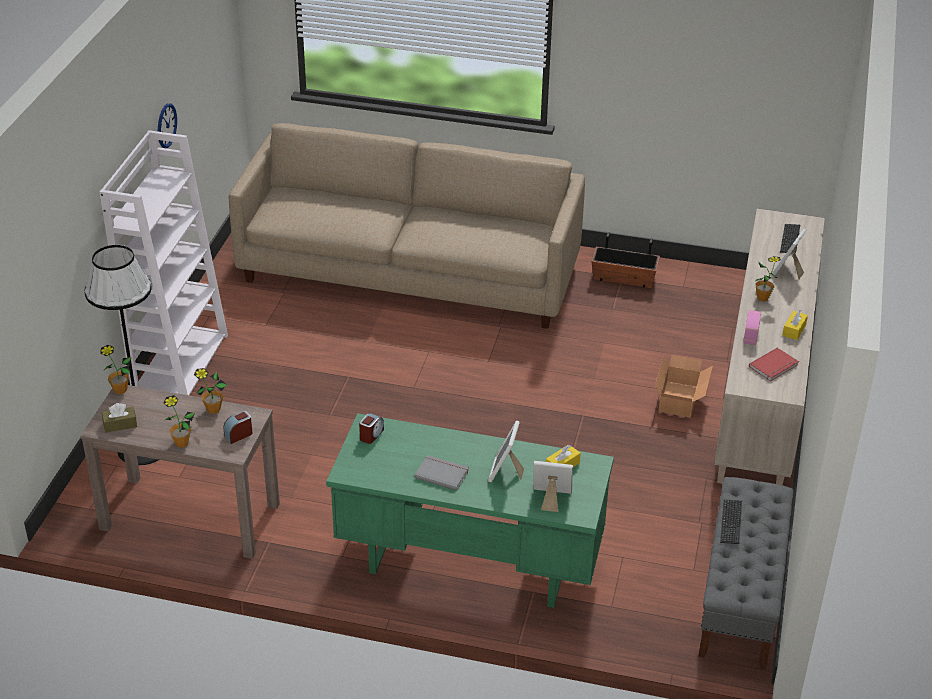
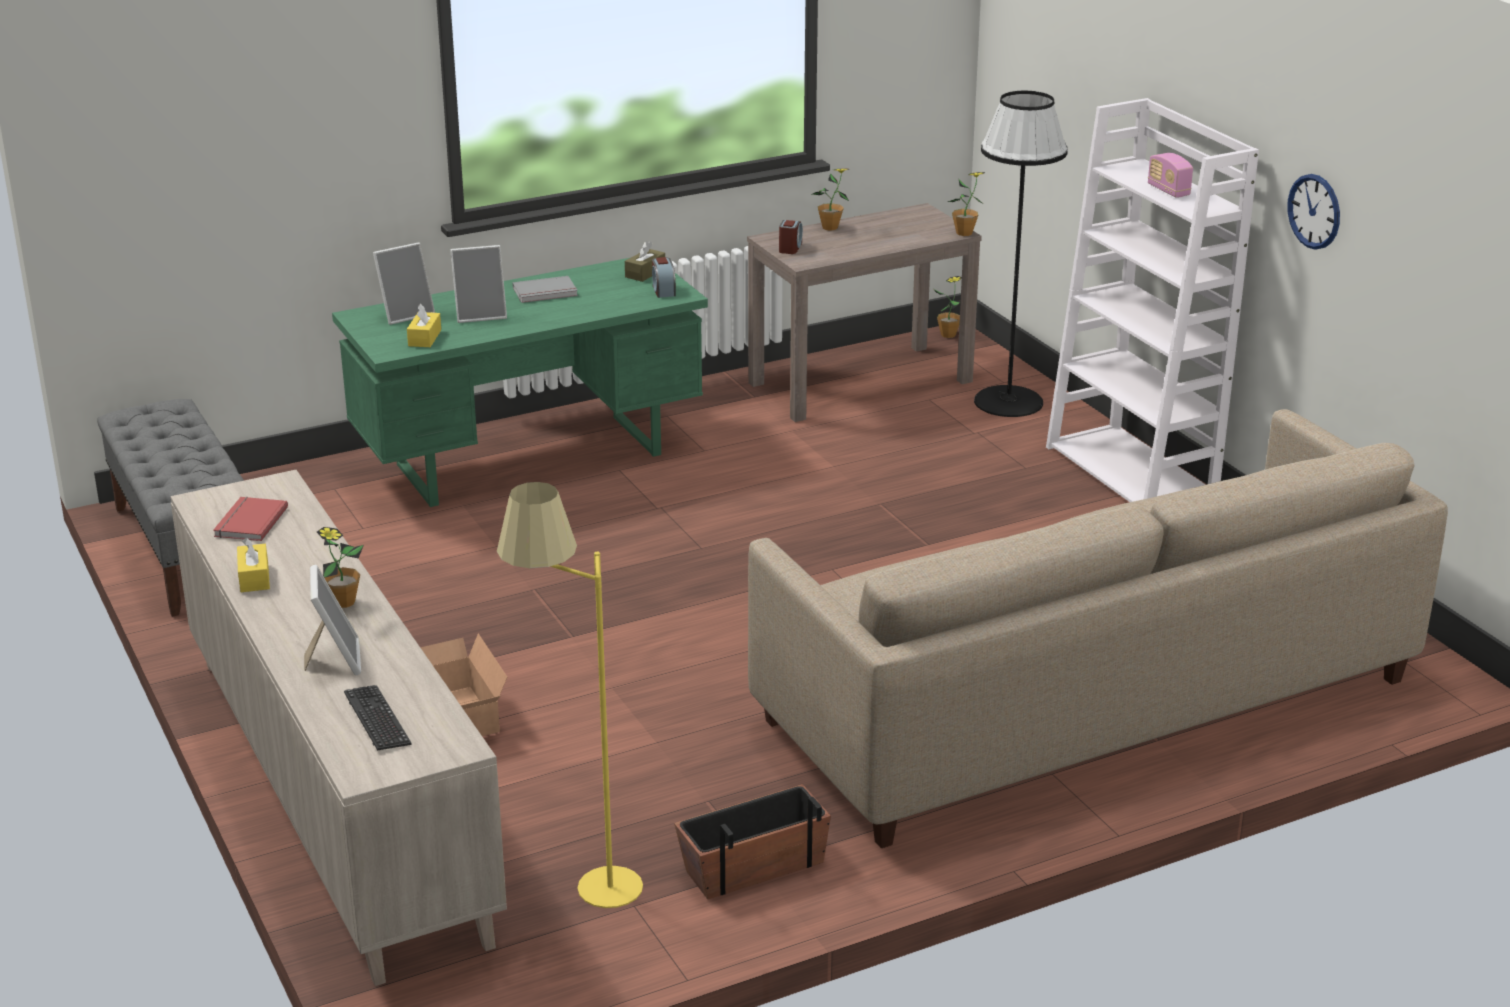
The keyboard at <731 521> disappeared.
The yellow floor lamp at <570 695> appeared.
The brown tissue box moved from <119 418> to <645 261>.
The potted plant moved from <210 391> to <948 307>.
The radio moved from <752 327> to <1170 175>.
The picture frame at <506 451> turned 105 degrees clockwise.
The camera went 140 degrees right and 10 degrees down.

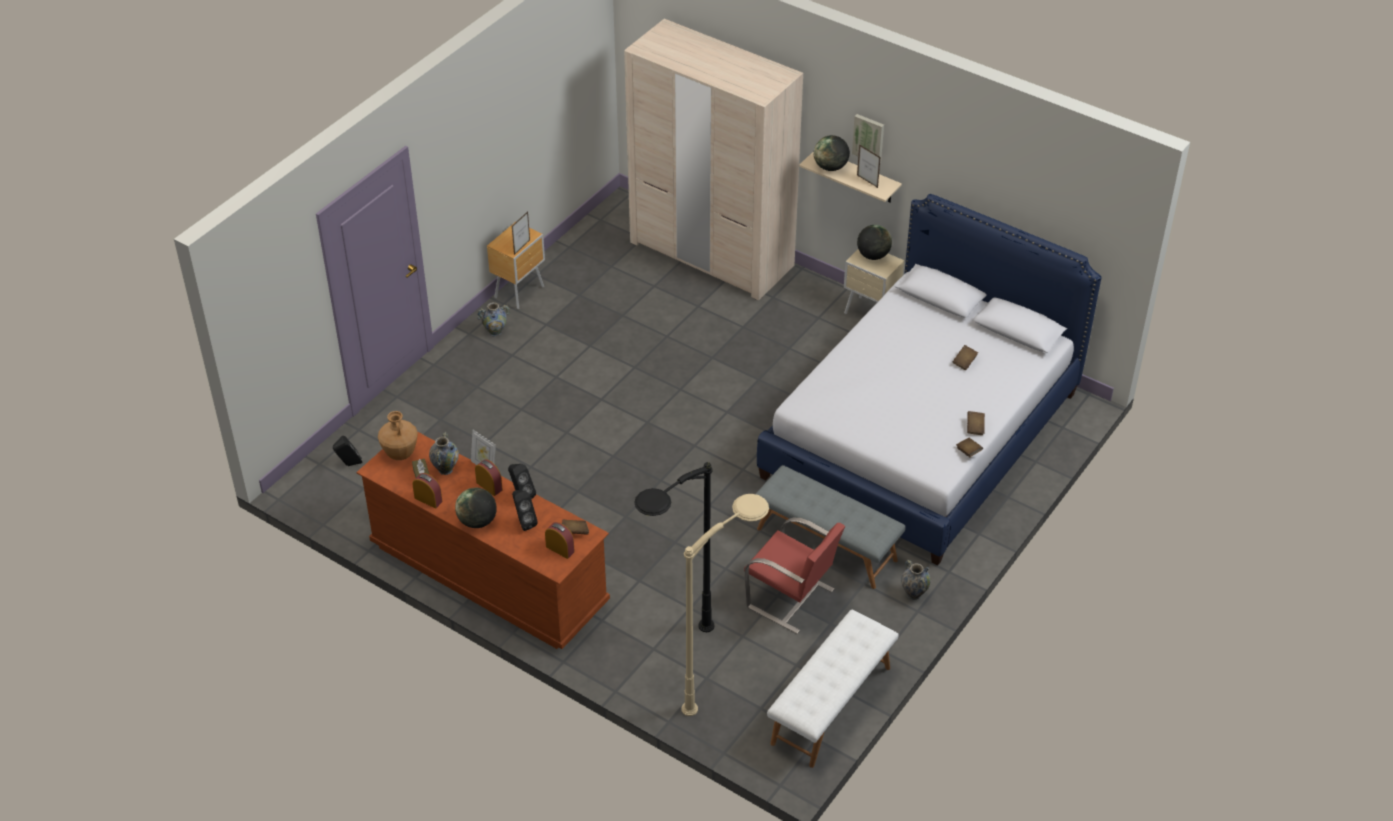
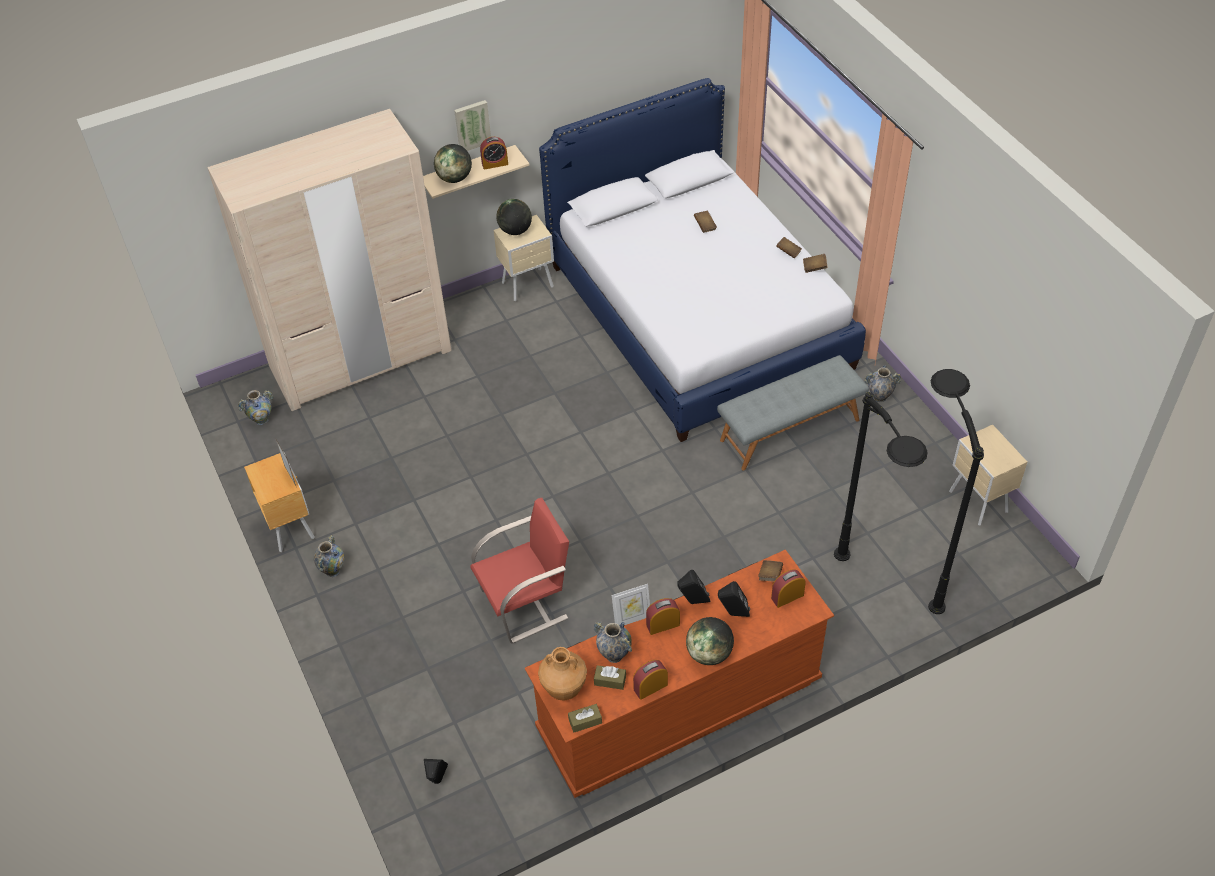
The vase at <255 407> appeared.
The brown tissue box at <585 718> appeared.
The red chair moved from <794 576> to <519 570>.
The white bench at <833 689> was replaced by the beige nightstand at <988 475>.
The picture frame at <868 166> was replaced by the alarm clock at <494 153>.
The beige floor lamp at <725 605> became the black floor lamp at <956 491>.
The camera went 60 degrees left and 5 degrees up.

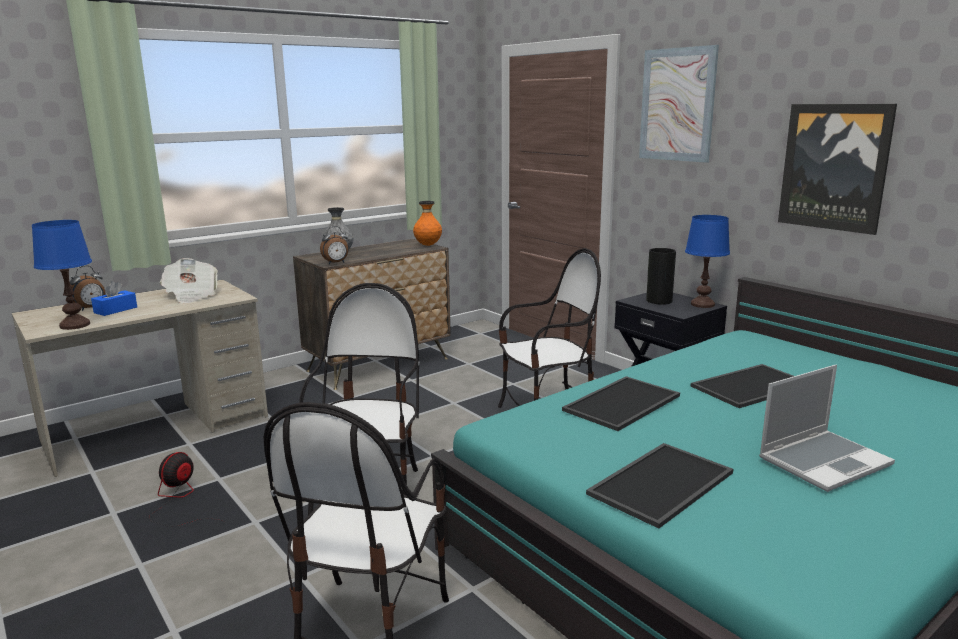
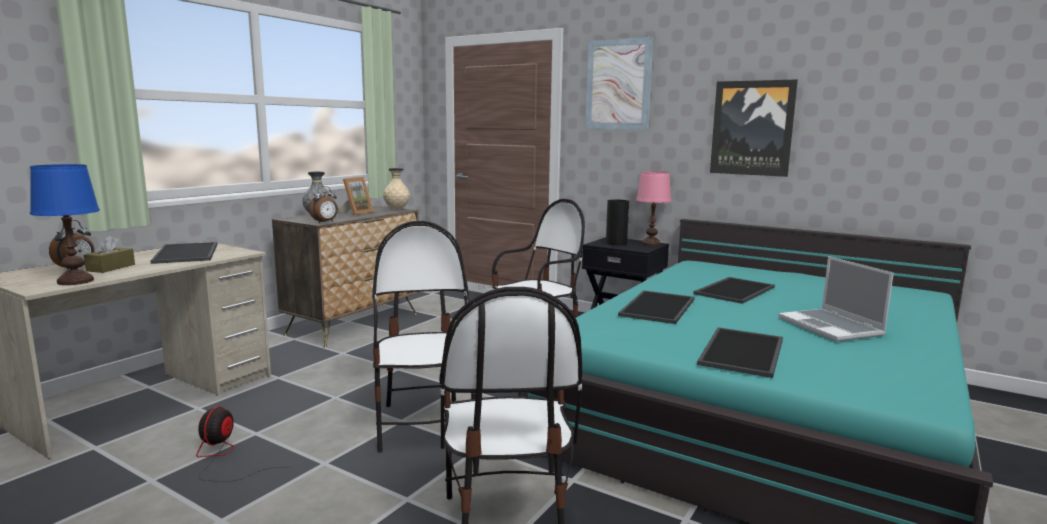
The picture frame at <356 196> appeared.
The newspaper at <189 280> was replaced by the tray at <183 253>.
The blue tissue box at <114 298> became the brown tissue box at <109 254>.
The orange vase at <427 223> became the beige vase at <396 188>.
The blue table lamp at <707 261> became the pink table lamp at <654 208>.
The laptop at <827 428> turned 120 degrees clockwise.
The camera went 20 degrees left and 5 degrees down.

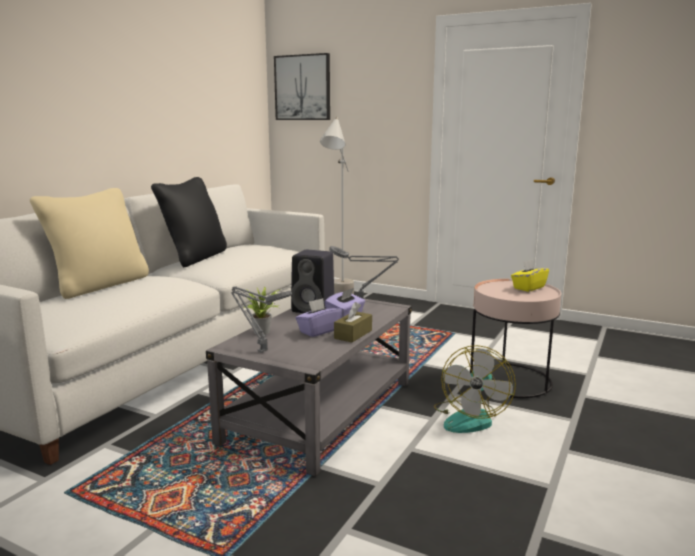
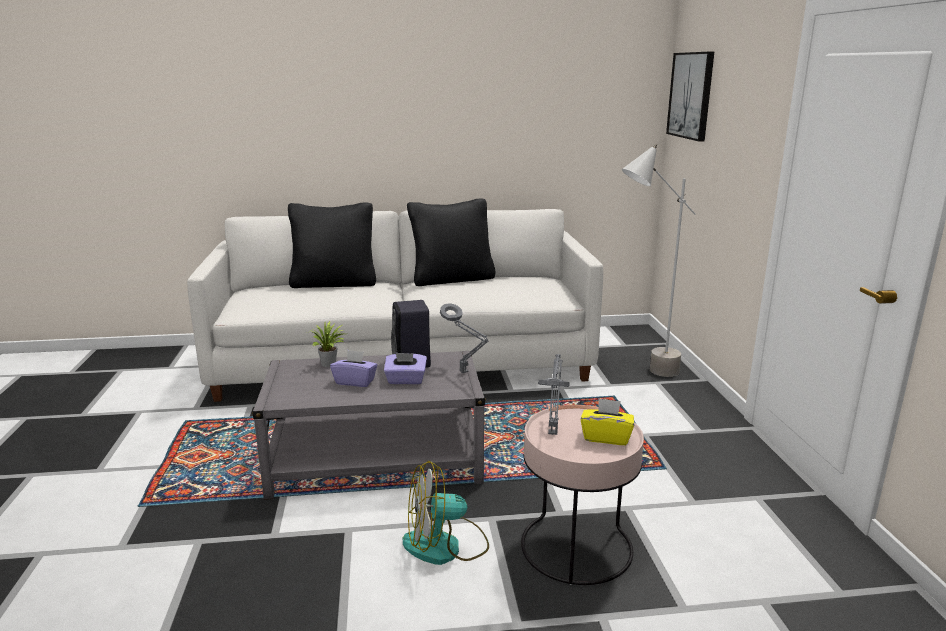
The brown tissue box at <353 322> disappeared.
The grey table lamp moved from <261 319> to <554 394>.
The beige pillow at <89 243> became the black pillow at <332 245>.
The camera went 55 degrees right and 5 degrees up.

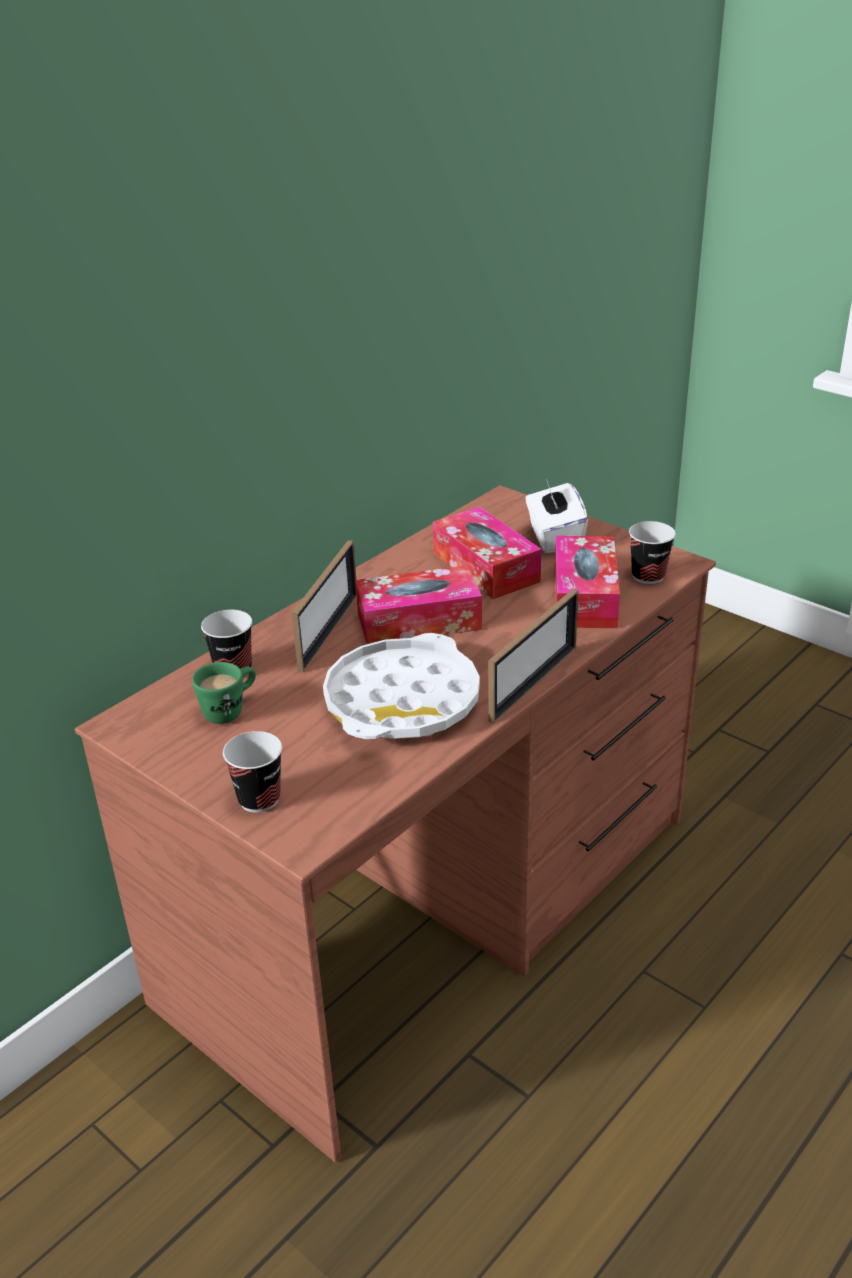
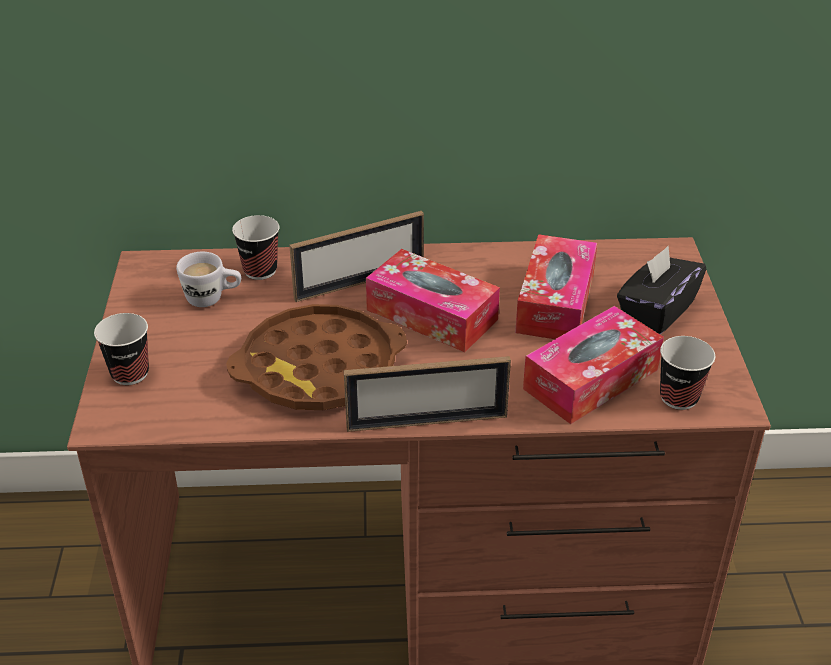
The green mug at <224 693> became the white mug at <208 279>.
The white tray at <401 686> became the brown tray at <316 357>.
The white tissue box at <556 516> became the black tissue box at <661 290>.
The camera went 45 degrees right and 5 degrees up.

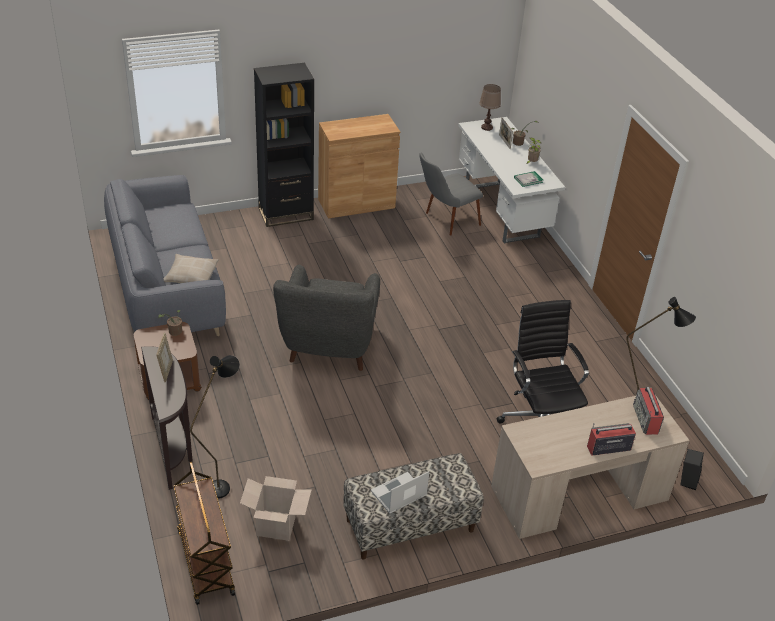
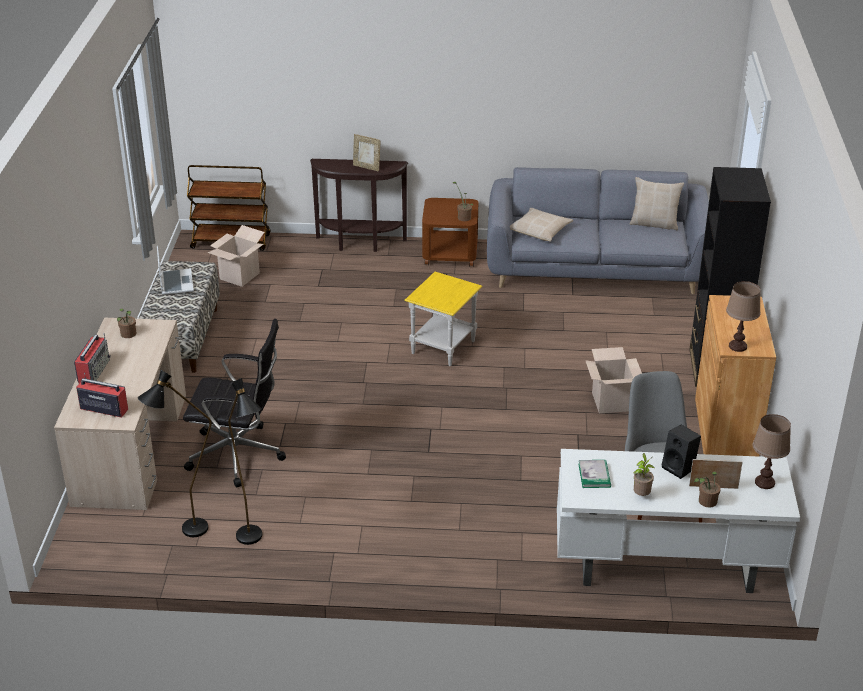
The potted plant at <127 323> appeared.
The cardboard box at <613 380> appeared.
The beige pillow at <657 203> appeared.
The brown table lamp at <743 316> appeared.
The black floor lamp moved from <215 427> to <245 461>.
The black speaker moved from <692 469> to <681 452>.
The grey armchair at <326 317> was replaced by the yellow side table at <443 319>.
The camera went 115 degrees right and 5 degrees down.

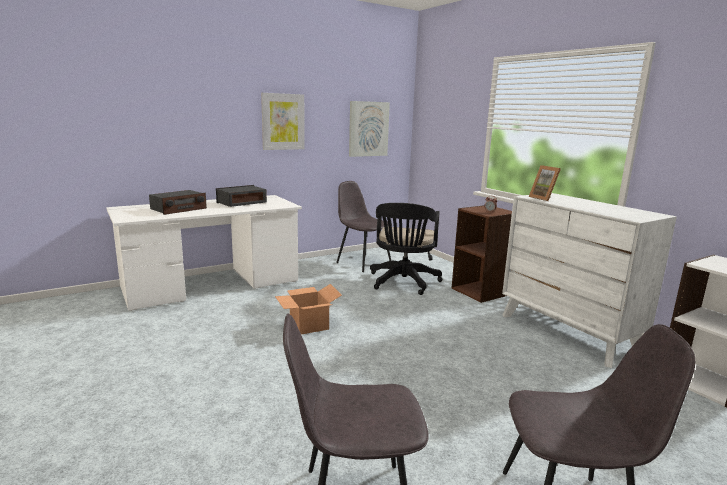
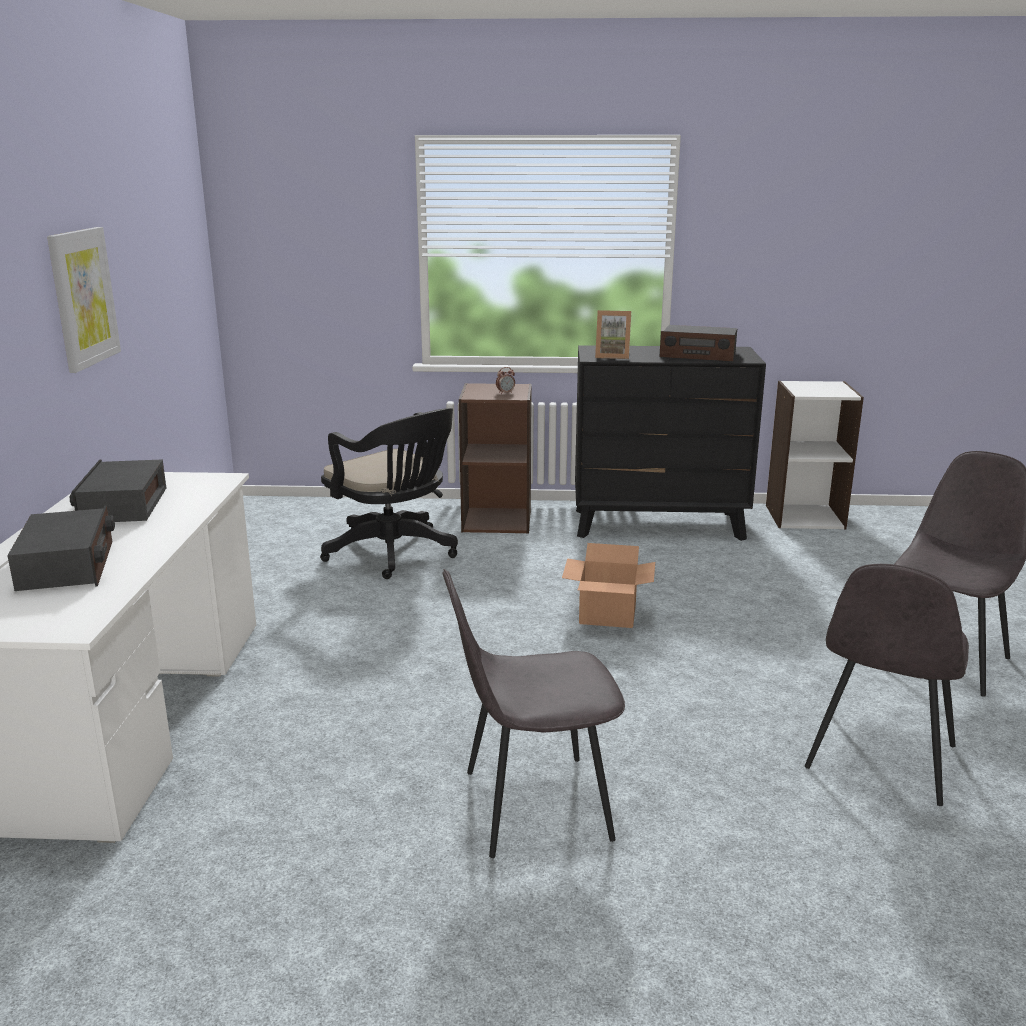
The picture at <369 129> disappeared.
The radio at <698 343> appeared.
The cardboard box moved from <308 309> to <608 585>.
The grey chair moved from <364 226> to <533 713>.
The white dresser at <589 280> became the black dresser at <670 443>.
The camera went 55 degrees left and 5 degrees up.

